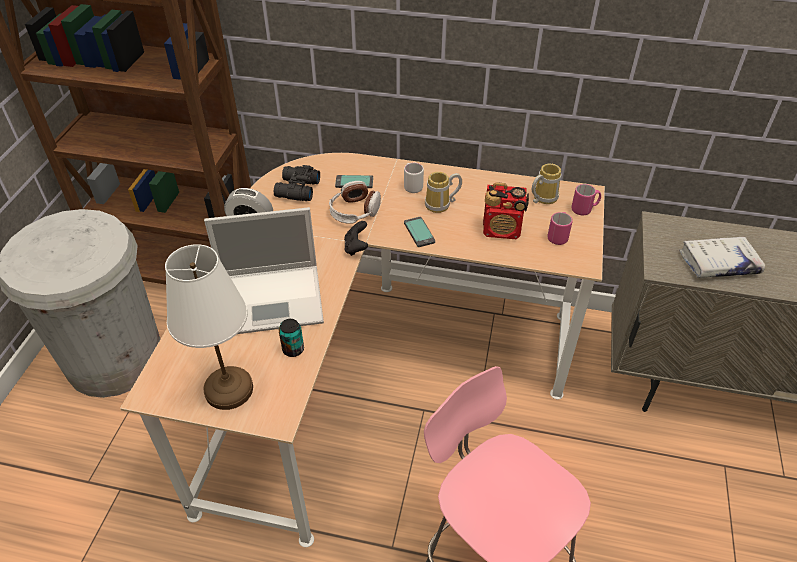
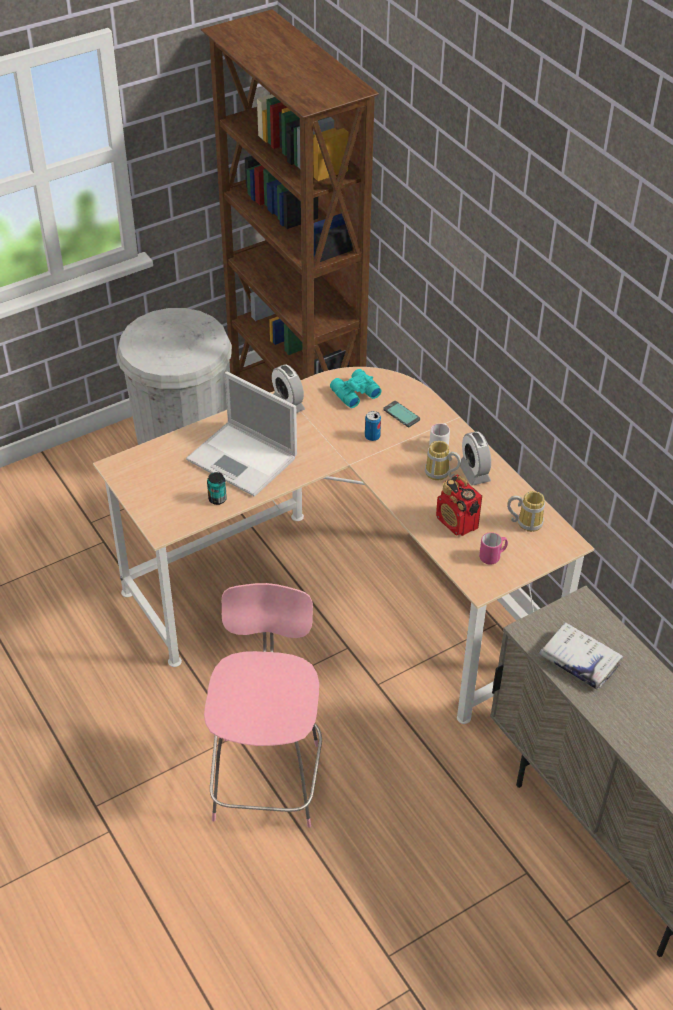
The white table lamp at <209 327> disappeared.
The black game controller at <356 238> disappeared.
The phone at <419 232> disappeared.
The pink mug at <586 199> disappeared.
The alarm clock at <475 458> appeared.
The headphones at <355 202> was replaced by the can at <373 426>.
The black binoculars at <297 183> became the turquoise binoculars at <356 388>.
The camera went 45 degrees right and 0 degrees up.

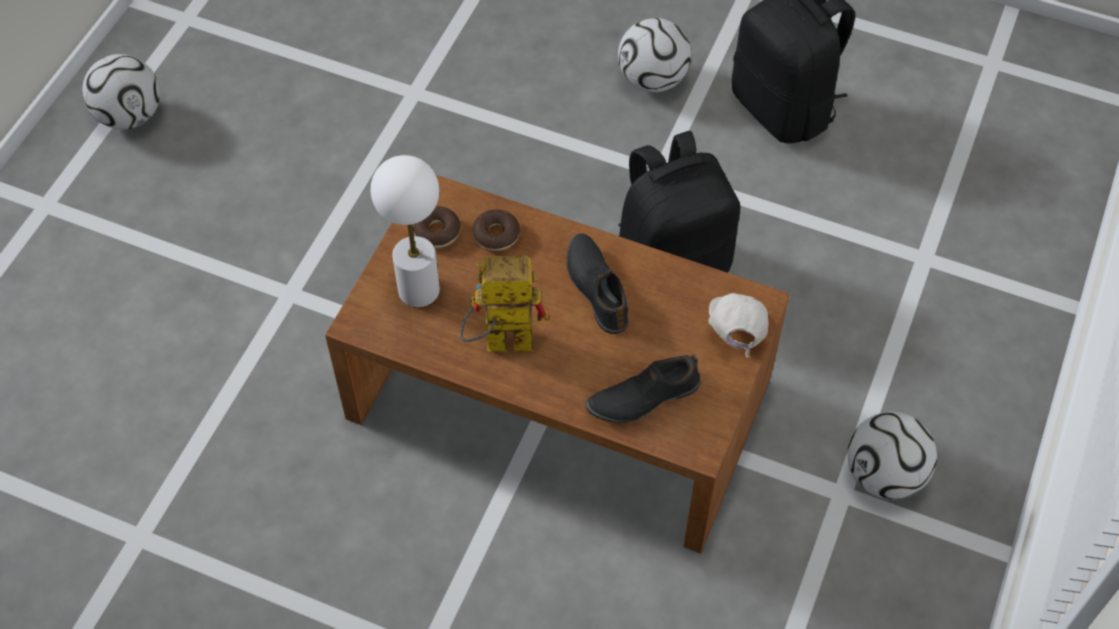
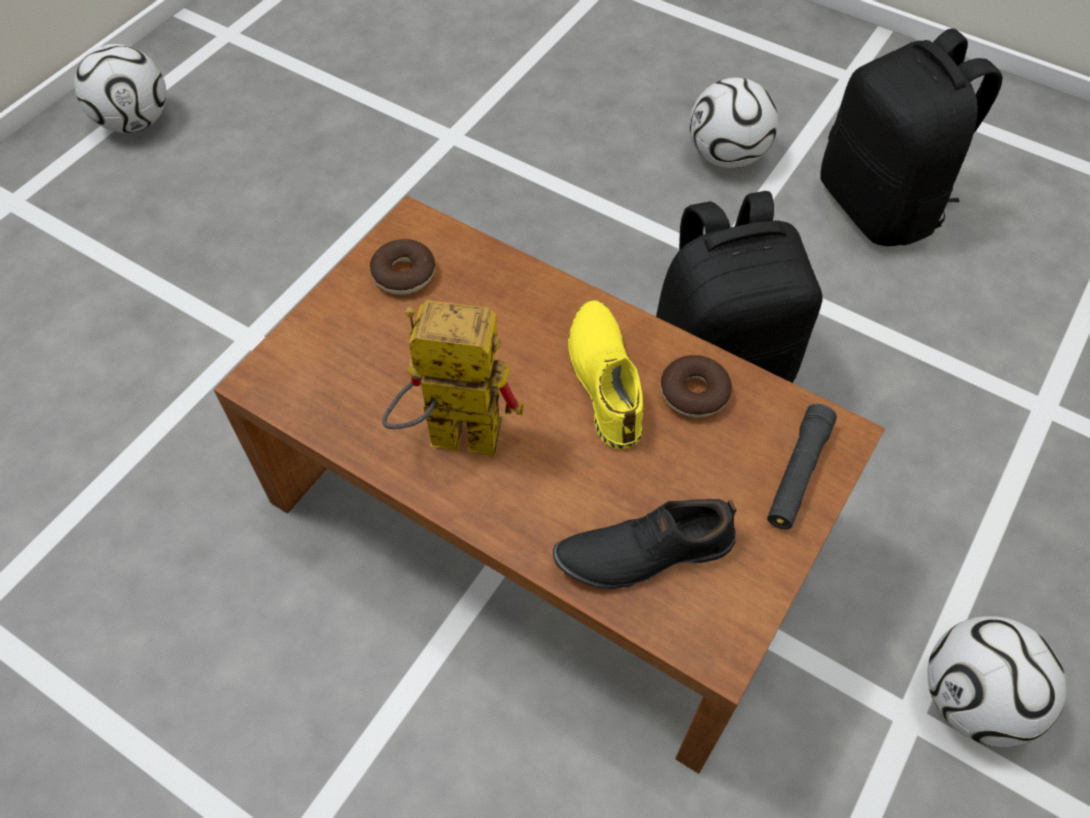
The white table lamp at <405 231> disappeared.
The donut moved from <496 230> to <696 386>.
The white cap at <738 325> was replaced by the black flashlight at <802 466>.
The black shoe at <597 283> became the yellow shoe at <605 374>.
The camera went 10 degrees right and 0 degrees up.

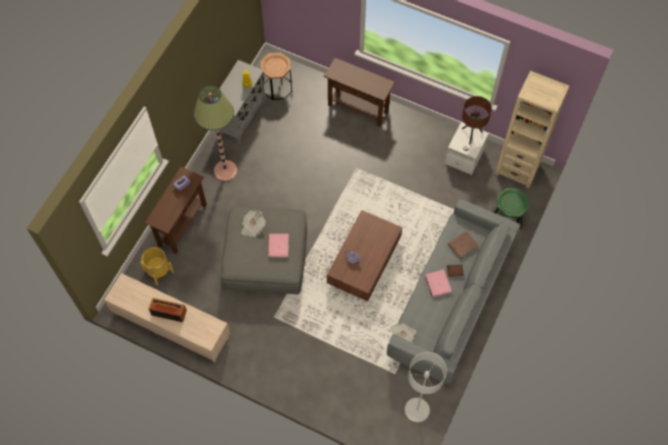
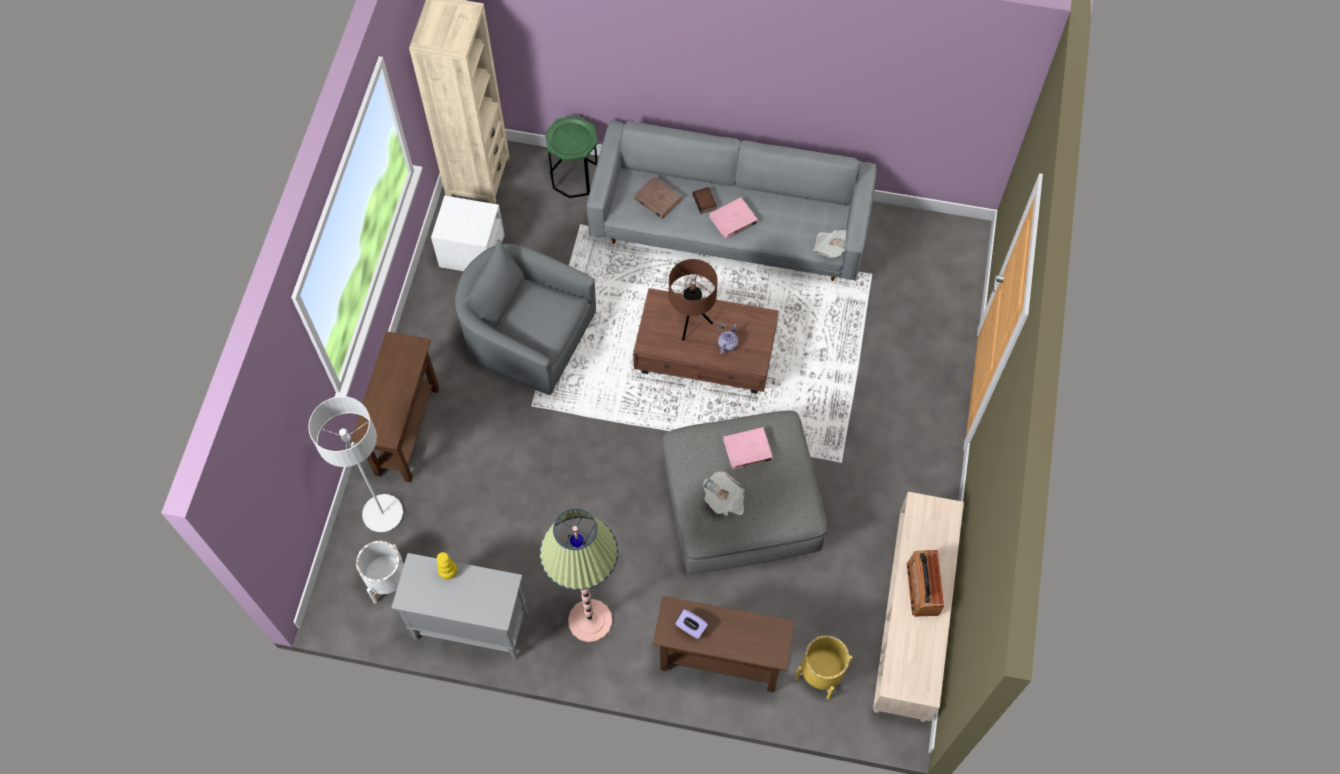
The grey armchair at <525 317> appeared.
The grey floor lamp moved from <426 387> to <355 464>.
The brown table lamp moved from <477 123> to <697 299>.
The brown side table at <276 76> was replaced by the white planter at <380 572>.
The camera went 105 degrees left and 0 degrees up.

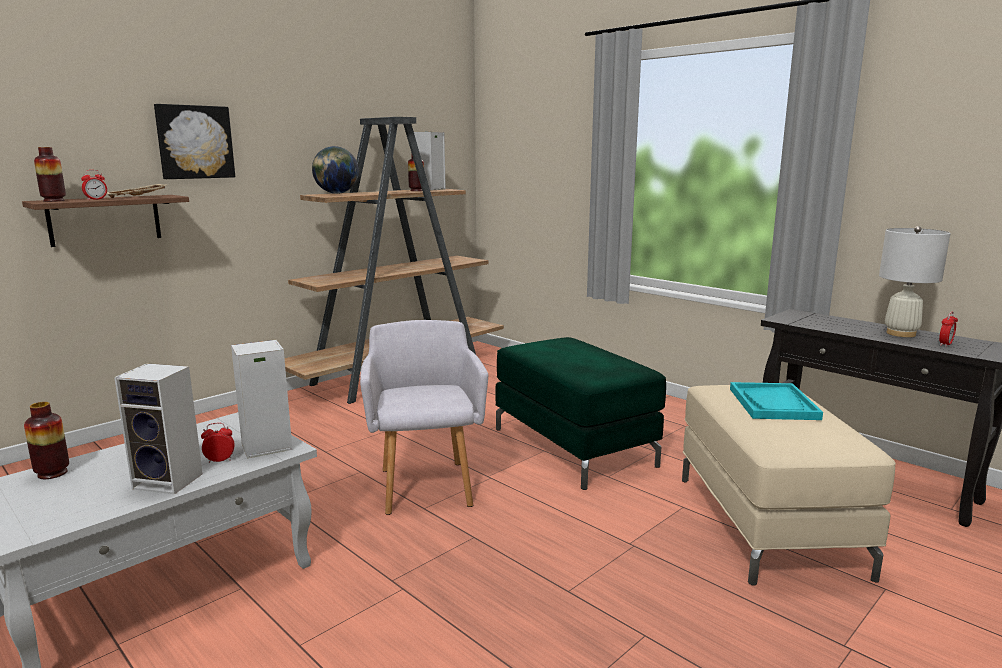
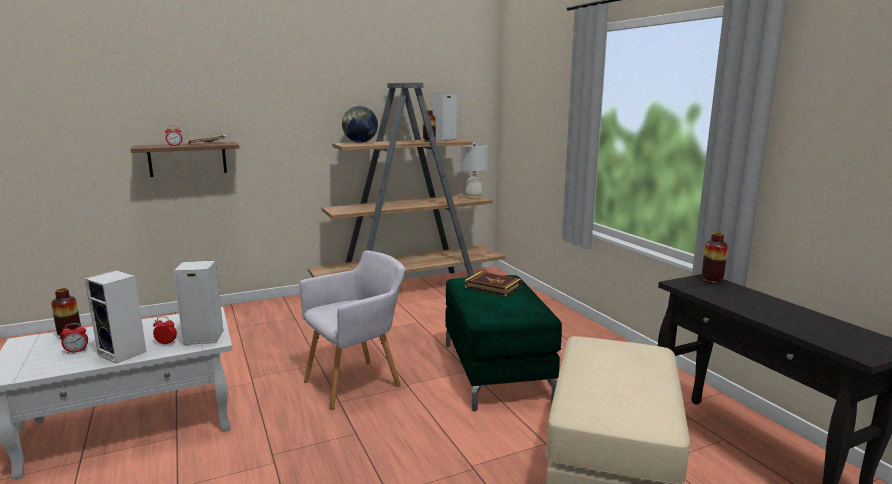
The picture at <194 141> disappeared.
The turquoise tray at <776 401> disappeared.
The book at <493 283> appeared.
The vase moved from <50 174> to <715 257>.
The white table lamp moved from <915 281> to <474 171>.
The alarm clock moved from <948 329> to <74 338>.
The grey armchair at <424 417> turned 45 degrees clockwise.
The camera went 20 degrees right and 0 degrees up.

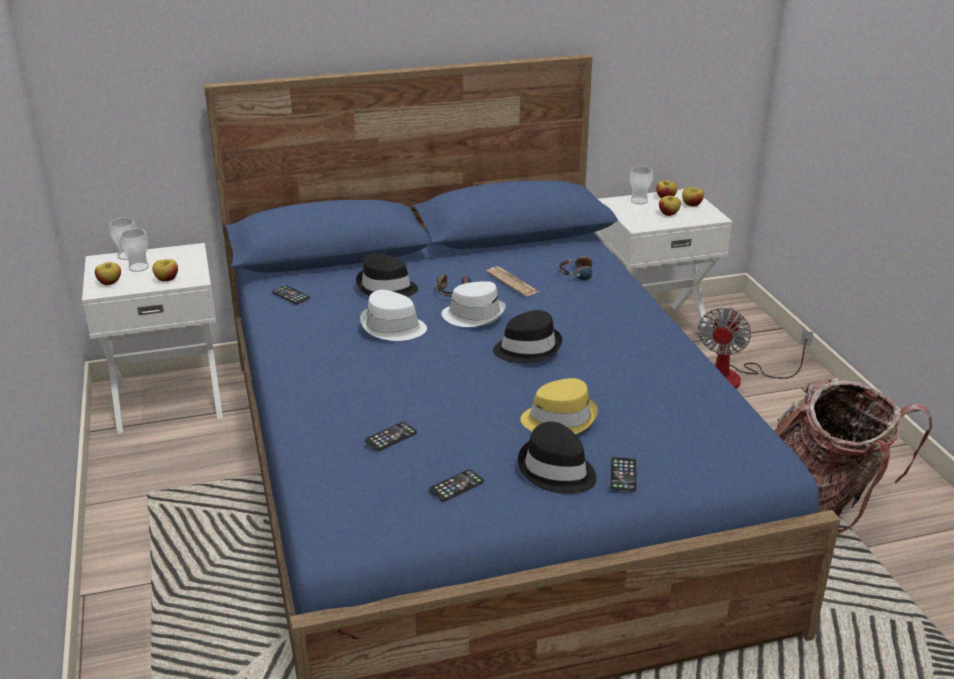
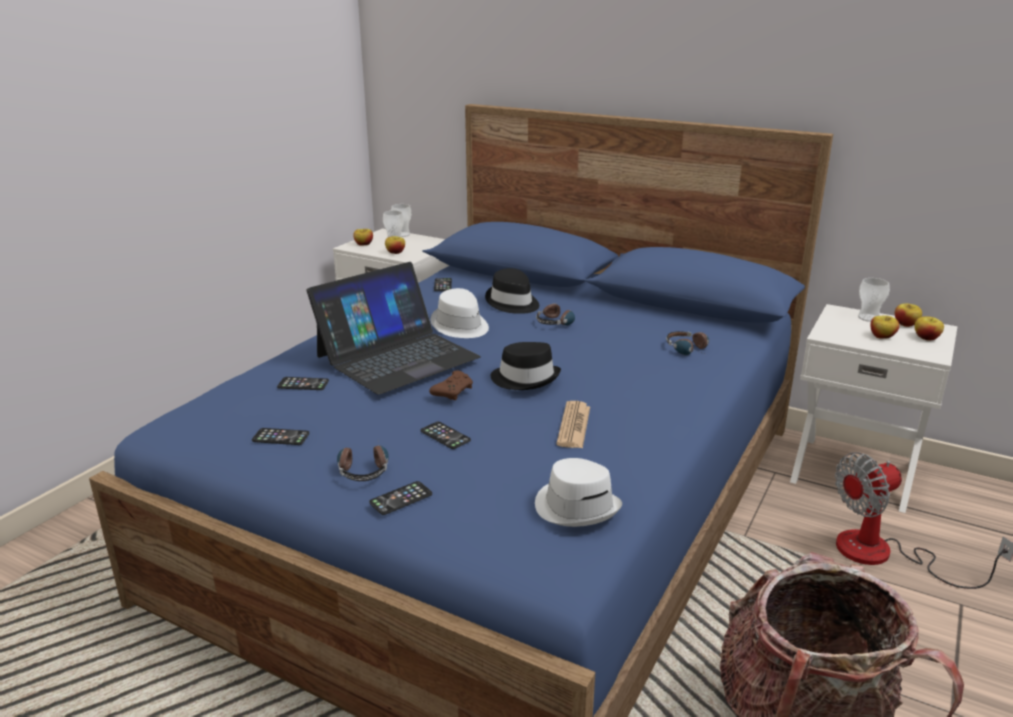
The laptop at <394 328> appeared.
The brown game controller at <451 385> appeared.
The white hat moved from <474 304> to <578 492>.
The newspaper moved from <512 281> to <573 424>.
The black hat at <557 457> was replaced by the headphones at <363 460>.
The yellow hat at <559 406> was replaced by the phone at <446 435>.
The camera went 45 degrees right and 5 degrees down.

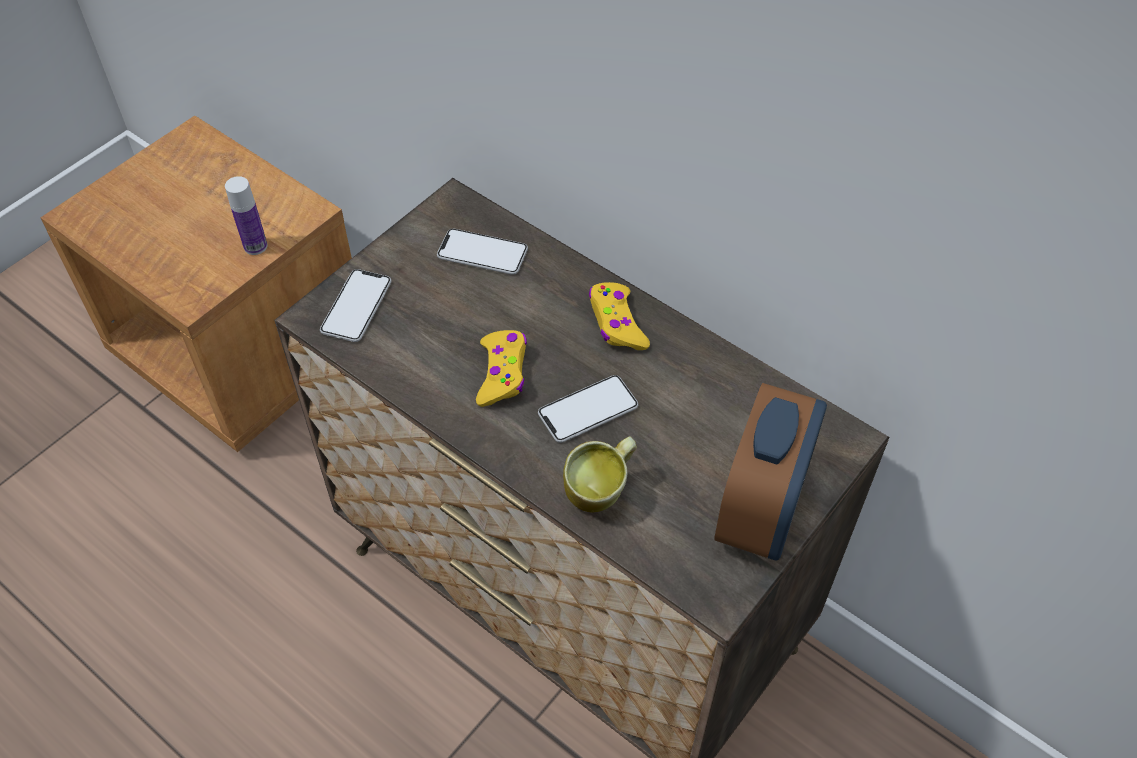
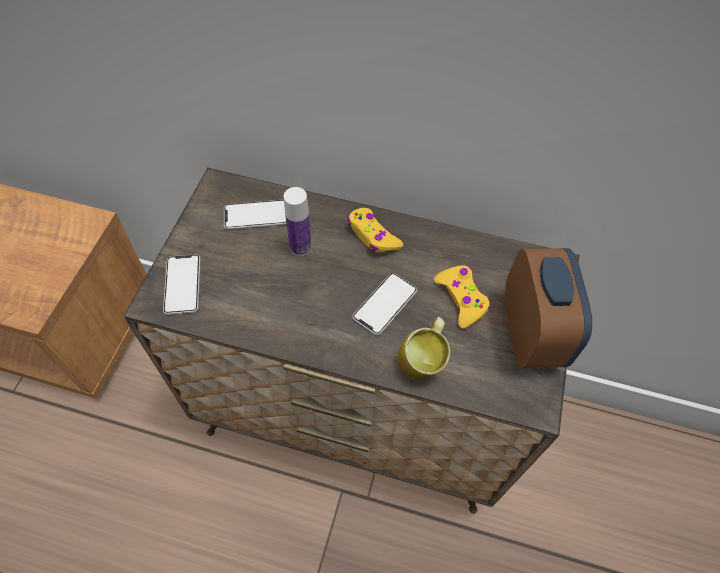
The bottle moved from <246 215> to <298 221>.
The yellow game controller moved from <501 368> to <462 297>.
The camera went 25 degrees left and 5 degrees up.

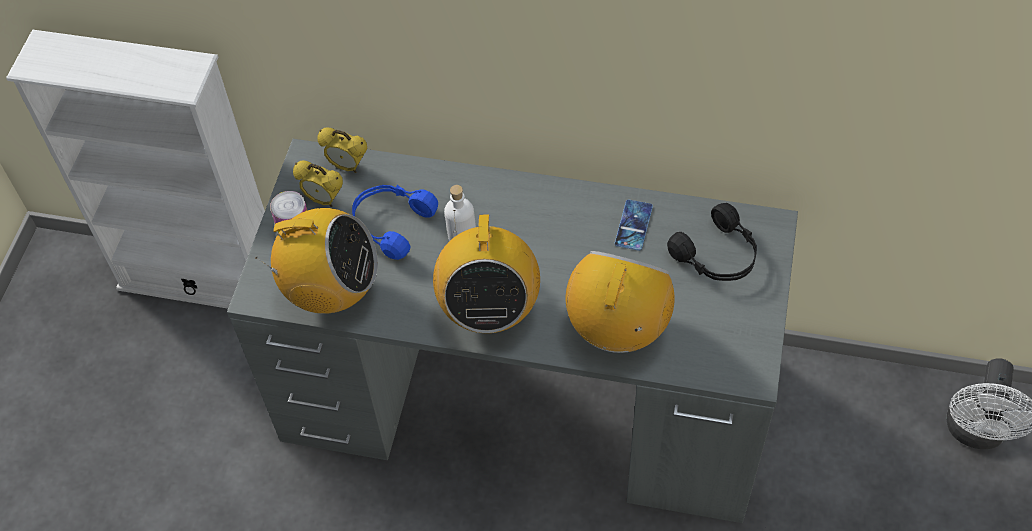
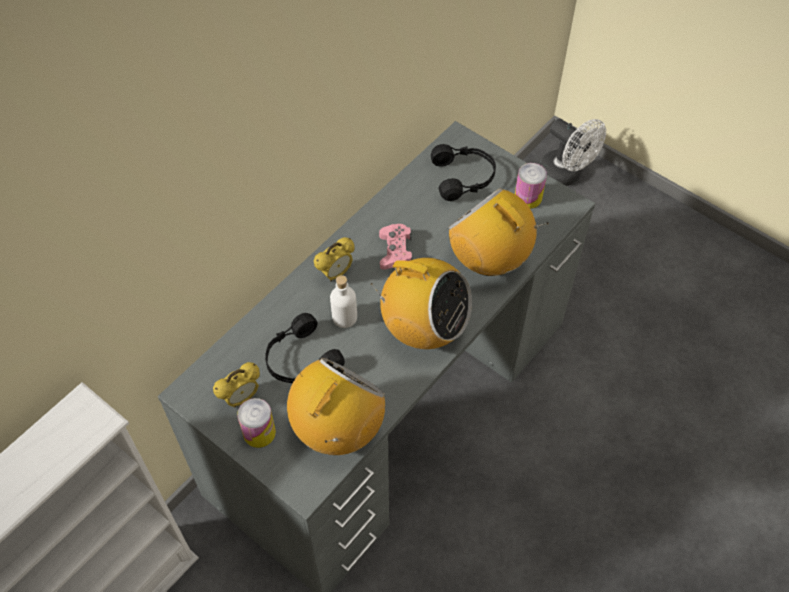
The phone at <634 225> disappeared.
The pink game controller at <395 247> appeared.
The can at <531 186> appeared.
The alarm clock moved from <342 150> to <334 259>.
The blue headphones at <395 222> became the black headphones at <305 348>.
The camera went 65 degrees left and 0 degrees up.

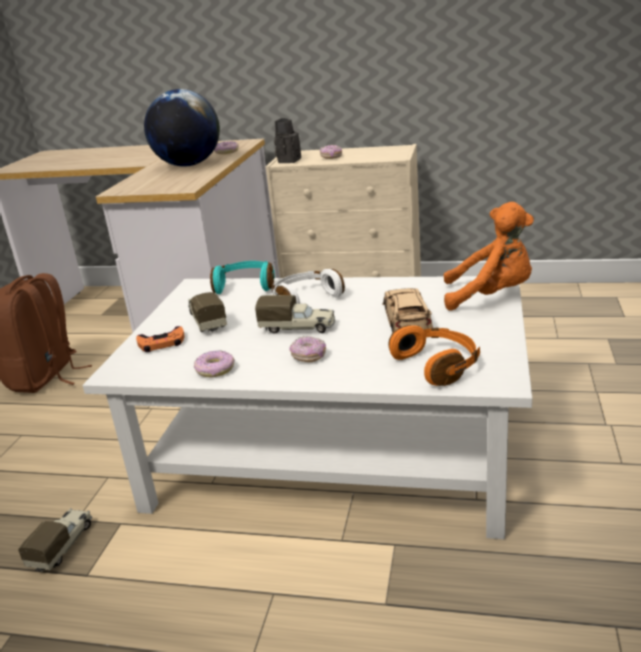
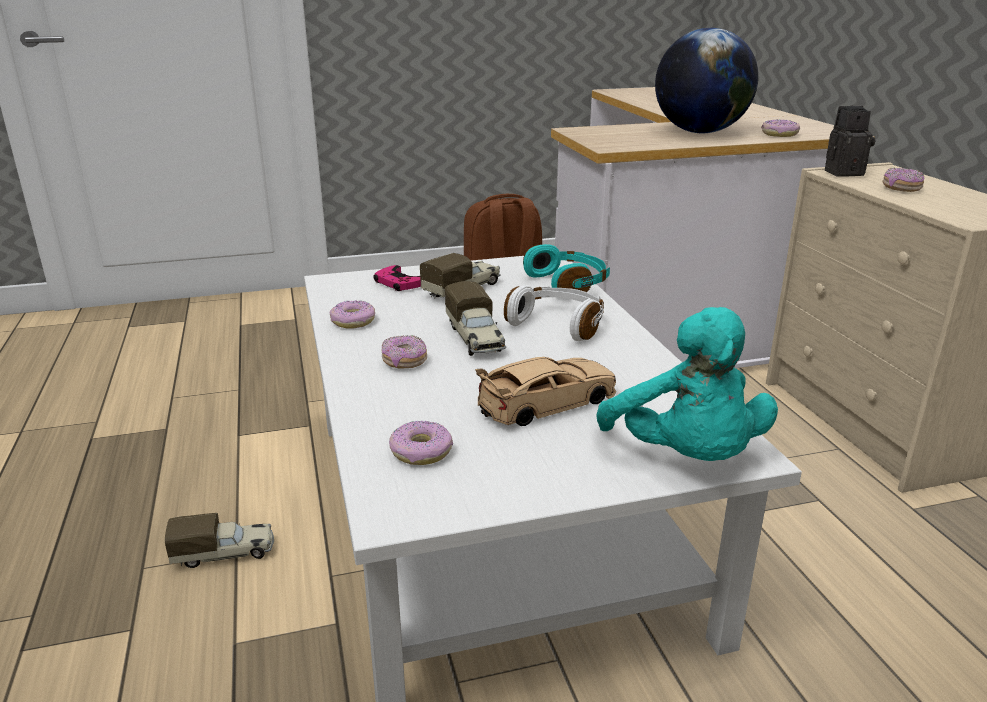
The toy truck moved from <55 540> to <219 540>.
The orange headphones at <434 355> was replaced by the donut at <421 443>.
The orange game controller at <160 339> became the pink game controller at <397 278>.
The orange plush toy at <488 256> became the turquoise plush toy at <687 384>.
The camera went 60 degrees right and 0 degrees up.

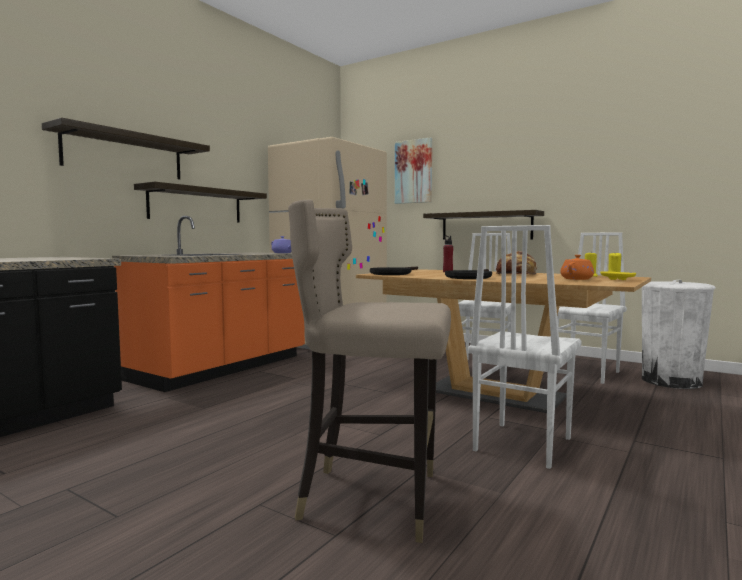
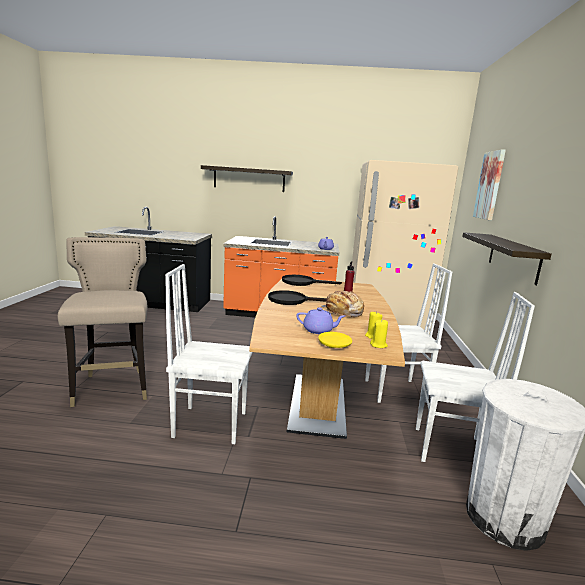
The shelf at <200 202> disappeared.
The orange teapot at <577 267> became the purple teapot at <320 321>.
The camera went 60 degrees right and 10 degrees up.

